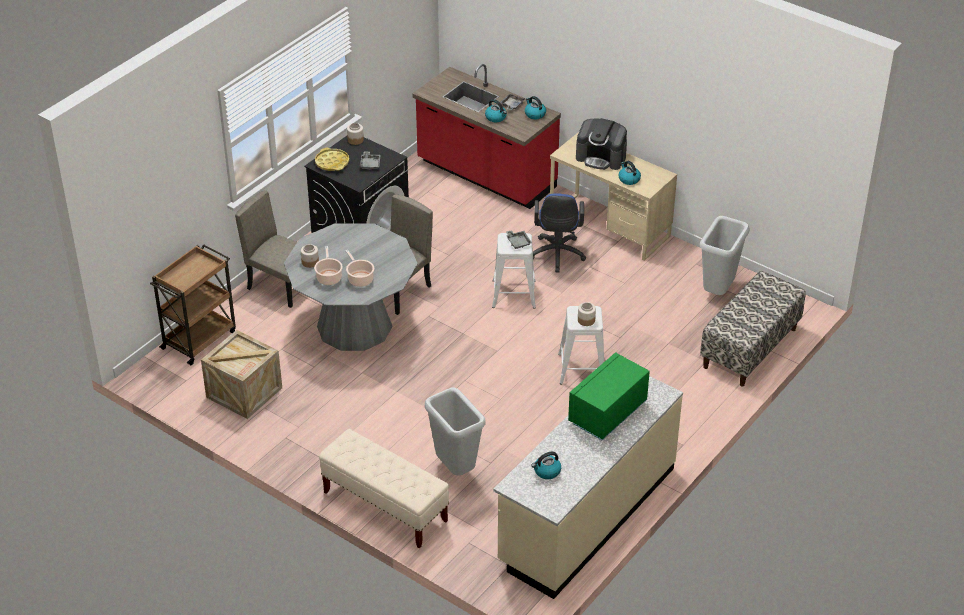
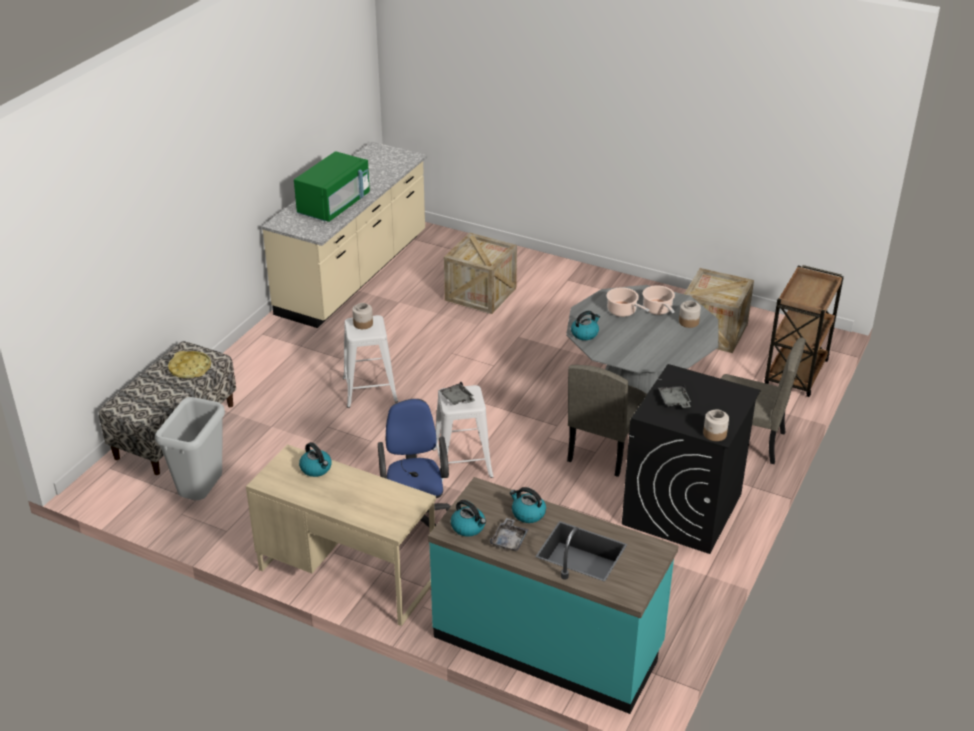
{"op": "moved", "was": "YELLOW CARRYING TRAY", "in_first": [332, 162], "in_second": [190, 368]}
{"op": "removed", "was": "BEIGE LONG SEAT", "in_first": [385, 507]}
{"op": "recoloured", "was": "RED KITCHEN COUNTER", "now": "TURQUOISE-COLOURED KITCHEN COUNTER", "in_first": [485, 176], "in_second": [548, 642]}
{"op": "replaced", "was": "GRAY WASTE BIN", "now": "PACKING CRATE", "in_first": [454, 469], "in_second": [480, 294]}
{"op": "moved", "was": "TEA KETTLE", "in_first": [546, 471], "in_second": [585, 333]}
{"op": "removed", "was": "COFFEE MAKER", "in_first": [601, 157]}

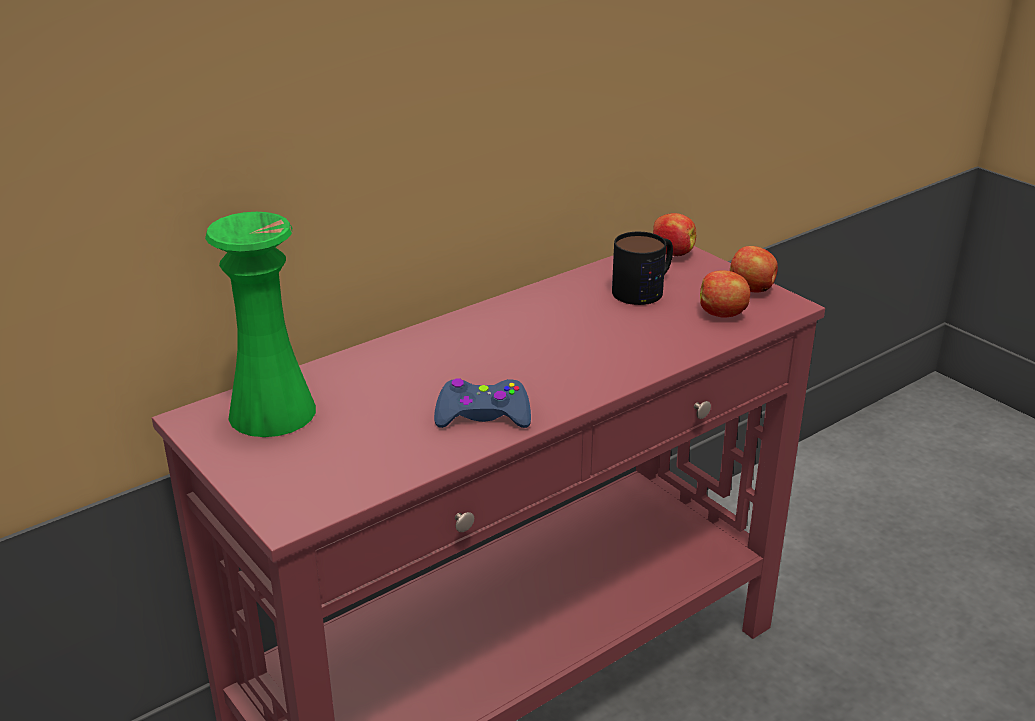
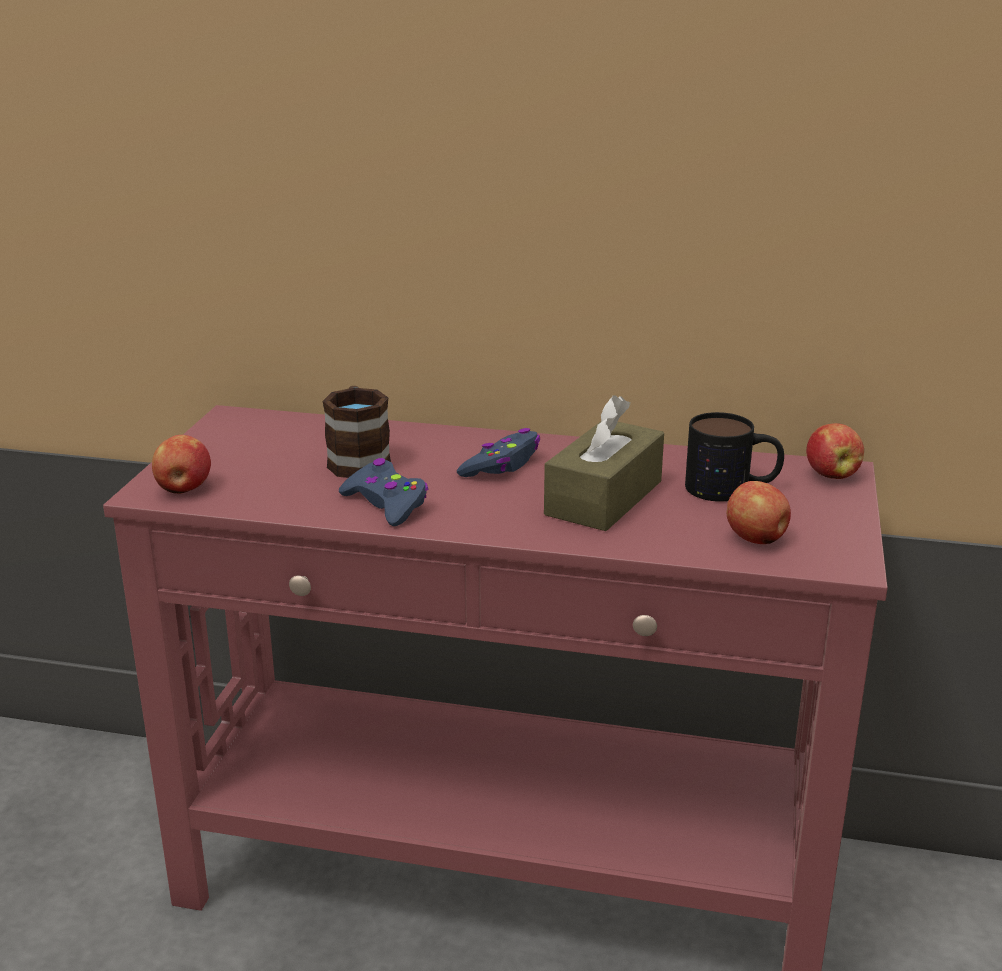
{"op": "removed", "was": "GREEN VASE", "in_first": [272, 412]}
{"op": "moved", "was": "APPLE FRUIT", "in_first": [752, 289], "in_second": [183, 490]}
{"op": "added", "now": "BROWNISH COFFEE MUG", "in_second": [358, 459]}
{"op": "added", "now": "BLUE-COLOURED GAMEPAD", "in_second": [502, 465]}
{"op": "added", "now": "BROWNISH TISSUE HOLDER", "in_second": [604, 498]}

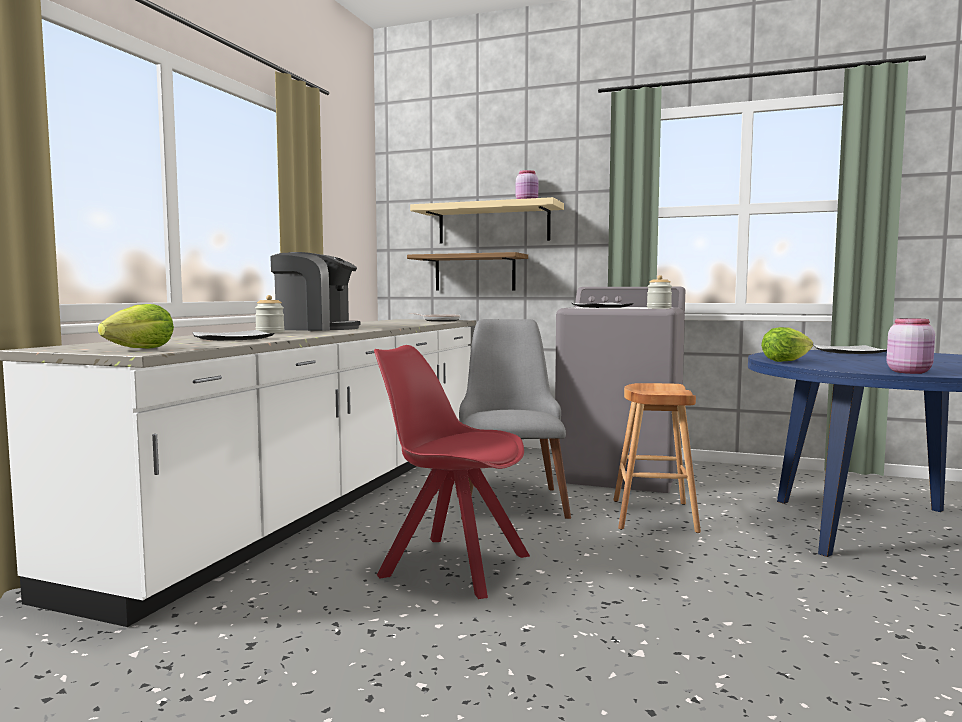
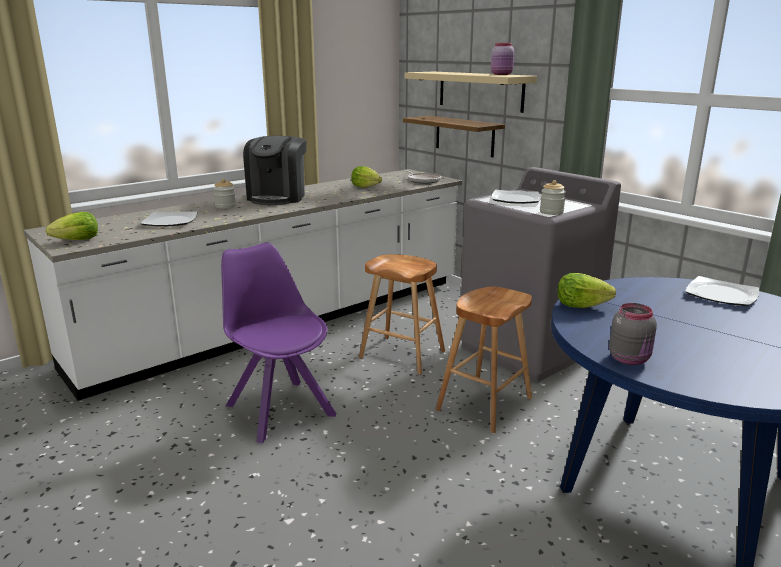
{"op": "turned", "was": "COFFEE MAKER", "in_first": [316, 328], "in_second": [278, 197], "clockwise": 60}
{"op": "recoloured", "was": "RED CHAIR", "now": "PURPLE CHAIR", "in_first": [451, 565], "in_second": [279, 408]}
{"op": "replaced", "was": "GRAY CHAIR", "now": "BROWNISH SITTING STOOL", "in_first": [510, 498], "in_second": [402, 355]}
{"op": "recoloured", "was": "PINK PRESERVE JAR", "now": "GRAY PRESERVE JAR", "in_first": [909, 372], "in_second": [630, 359]}
{"op": "added", "now": "LETTUCE HEAD", "in_second": [365, 187]}

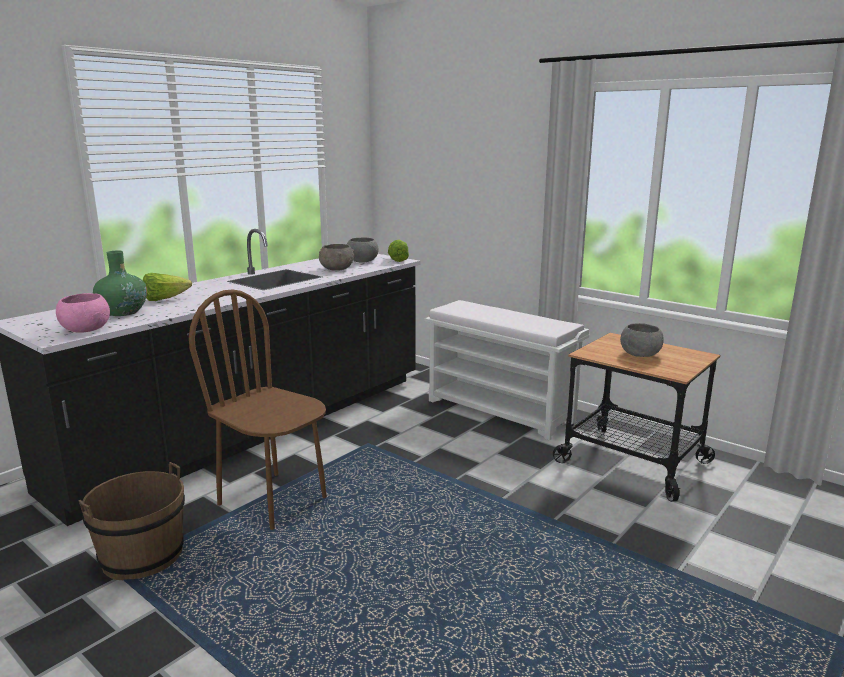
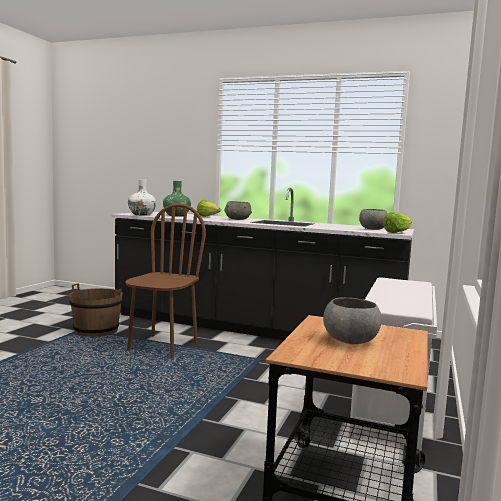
{"op": "replaced", "was": "PINK DEEP DISH", "now": "WHITE VASE", "in_first": [86, 330], "in_second": [142, 214]}
{"op": "moved", "was": "GRAY DEEP DISH", "in_first": [336, 269], "in_second": [237, 219]}

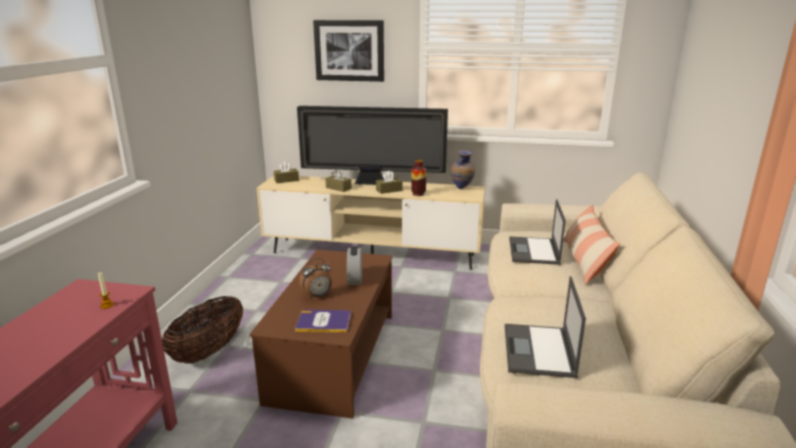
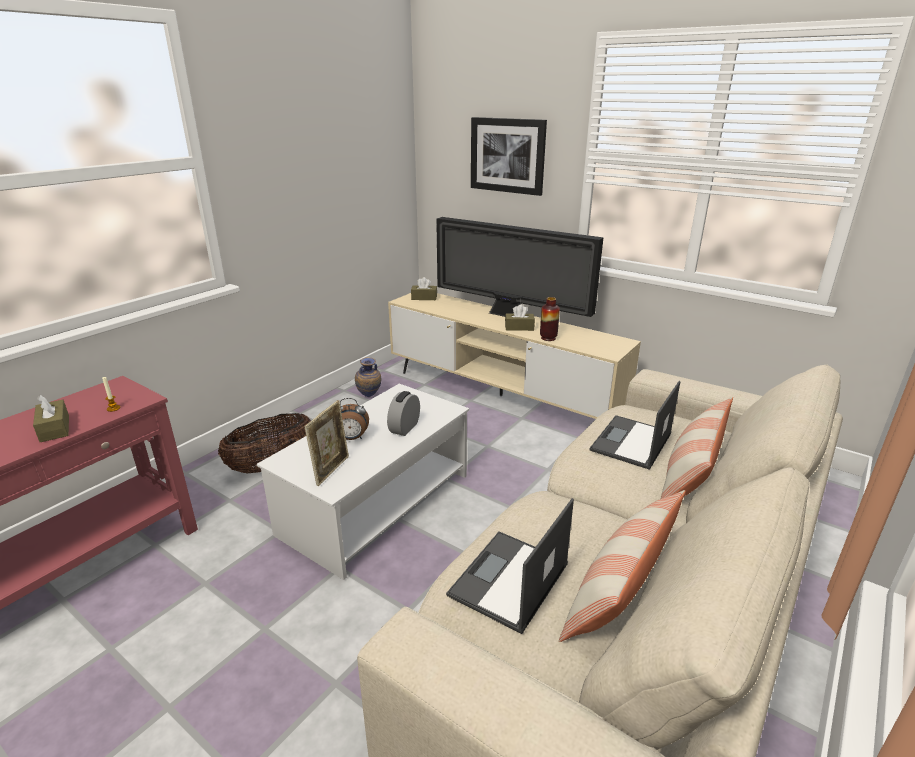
{"op": "recoloured", "was": "BROWNISH LOUNGE TABLE", "now": "WHITE LOUNGE TABLE", "in_first": [333, 356], "in_second": [375, 504]}
{"op": "replaced", "was": "BOOK", "now": "STANDING FRAME", "in_first": [323, 322], "in_second": [331, 470]}
{"op": "moved", "was": "BROWNISH TISSUE HOLDER", "in_first": [338, 188], "in_second": [54, 428]}
{"op": "moved", "was": "VASE", "in_first": [462, 189], "in_second": [369, 397]}
{"op": "added", "now": "THROW PILLOW", "in_second": [619, 589]}

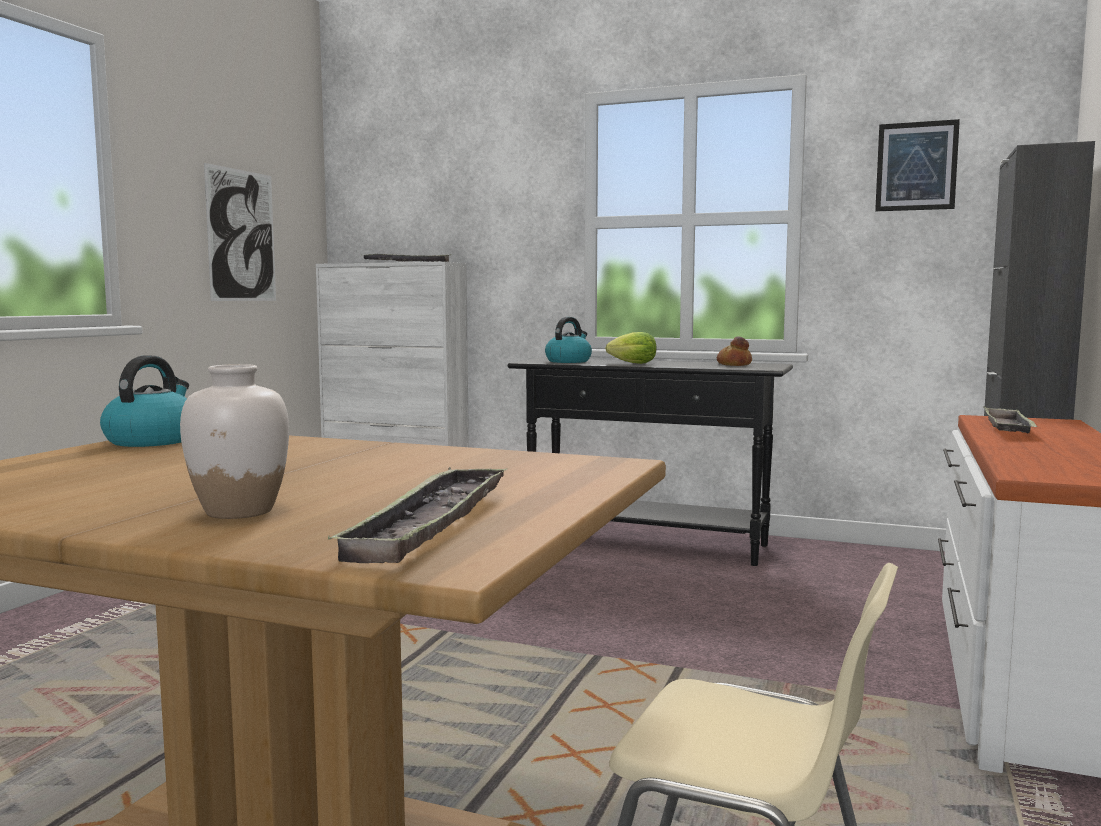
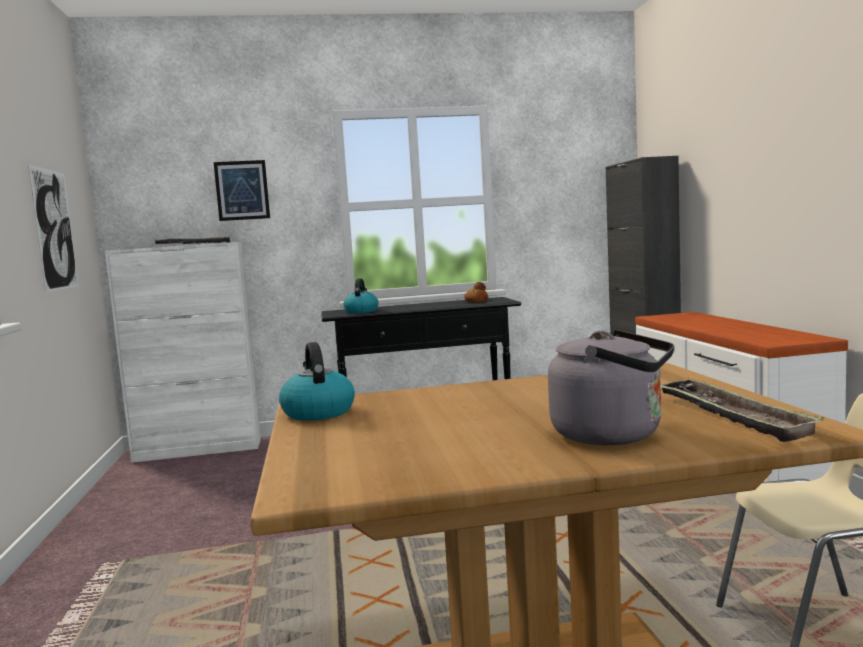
{"op": "replaced", "was": "WHITE VASE", "now": "GRAY TEA KETTLE", "in_first": [239, 511], "in_second": [613, 435]}
{"op": "removed", "was": "LETTUCE HEAD", "in_first": [630, 363]}
{"op": "moved", "was": "WALL ART", "in_first": [916, 166], "in_second": [242, 190]}
{"op": "removed", "was": "CARRYING TRAY", "in_first": [1007, 428]}

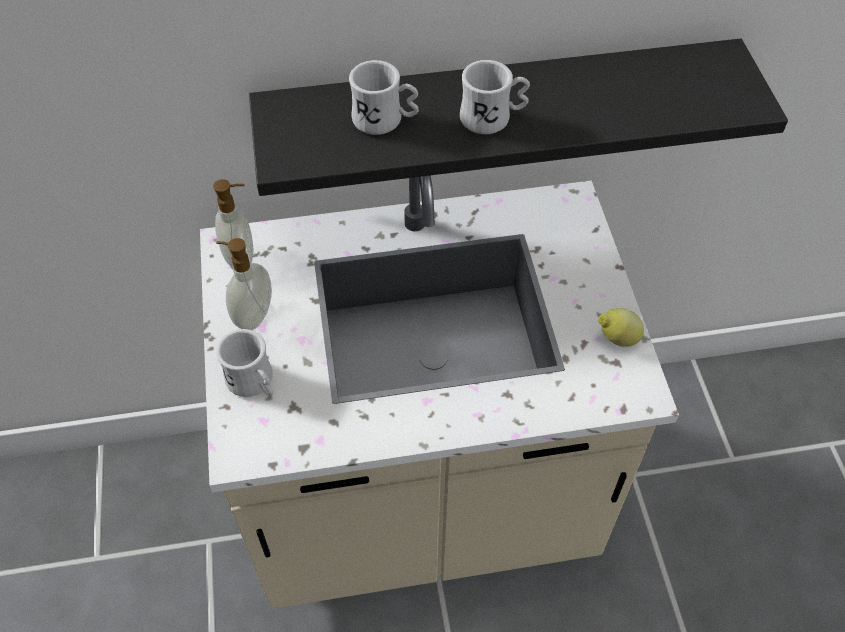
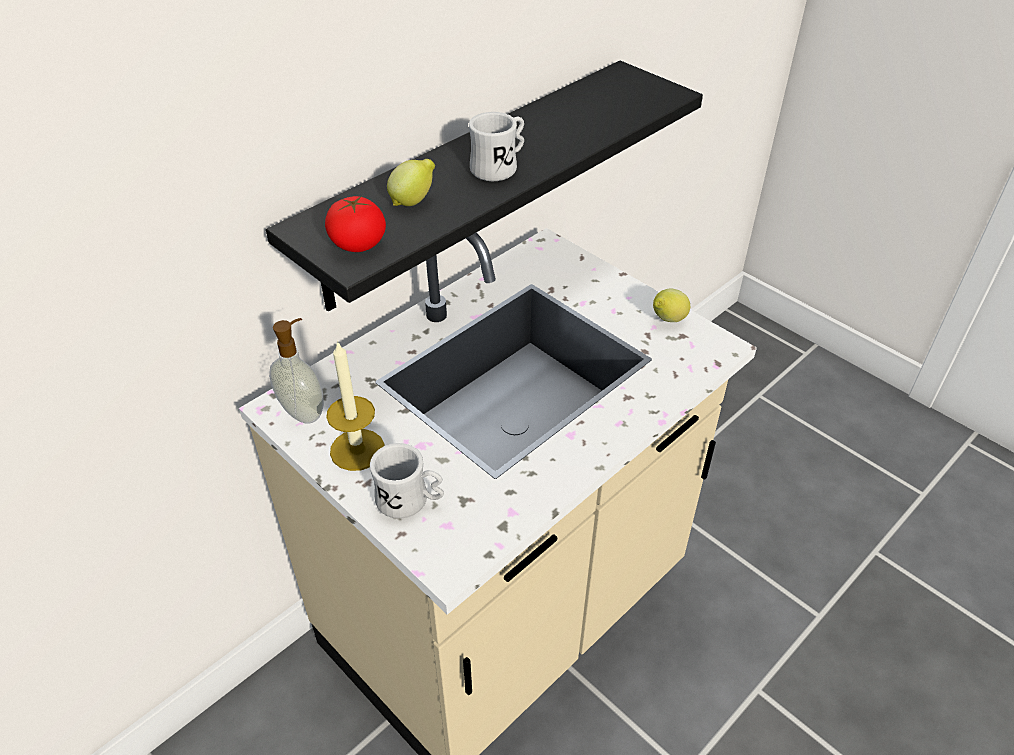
{"op": "replaced", "was": "LIQUID SOAP BOTTLE", "now": "CANDLE", "in_first": [252, 315], "in_second": [357, 449]}
{"op": "replaced", "was": "WHITE COFFEE MUG", "now": "WHOLE LEMON", "in_first": [385, 120], "in_second": [413, 201]}
{"op": "added", "now": "TOMATO", "in_second": [358, 244]}

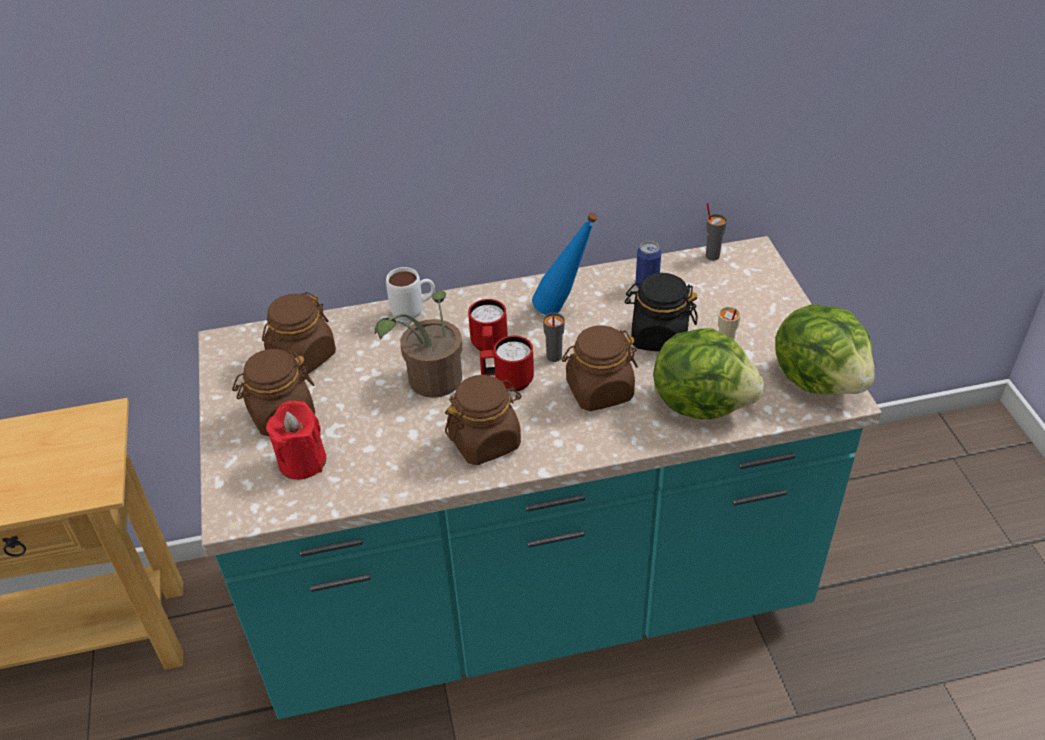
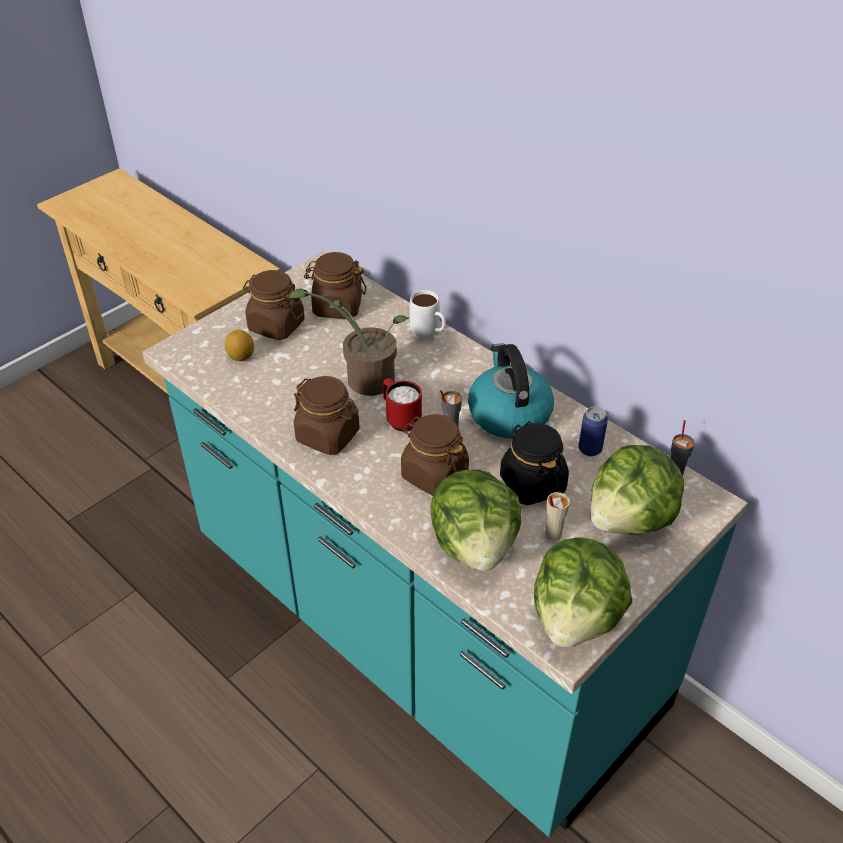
{"op": "replaced", "was": "RED CANDLE", "now": "WHOLE LEMON", "in_first": [302, 461], "in_second": [241, 357]}
{"op": "removed", "was": "RED COFFEE MUG", "in_first": [489, 348]}
{"op": "replaced", "was": "BLUE-COLOURED BOTTLE", "now": "TEA KETTLE", "in_first": [564, 311], "in_second": [508, 413]}
{"op": "added", "now": "LETTUCE HEAD", "in_second": [630, 519]}

